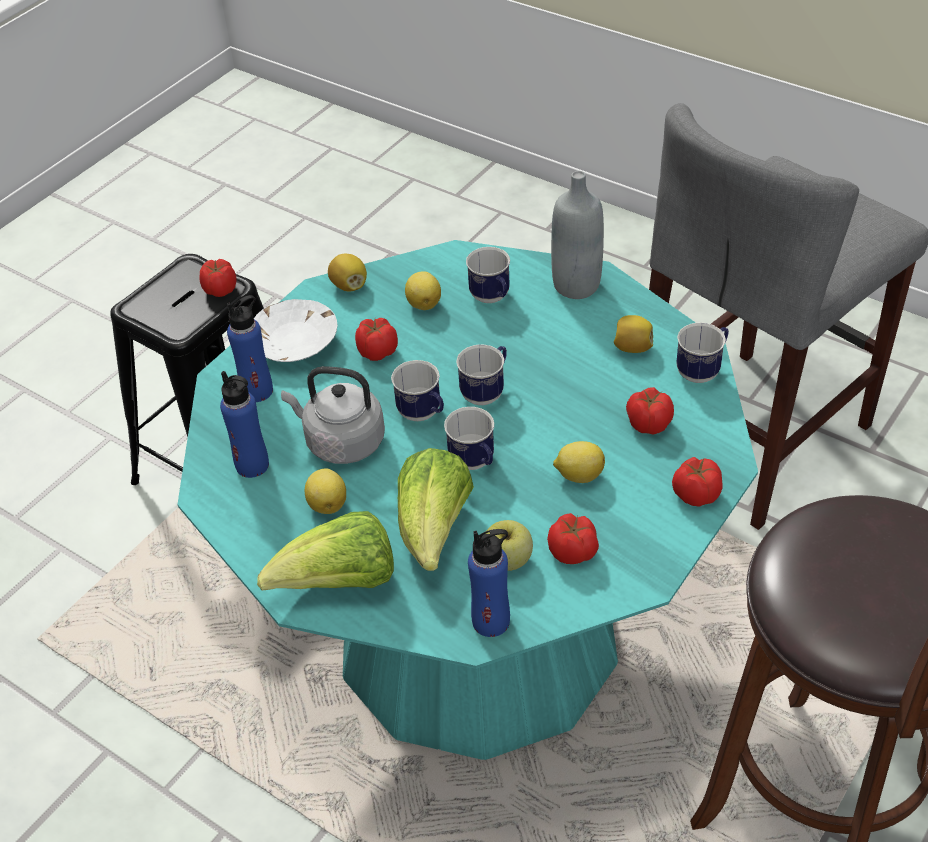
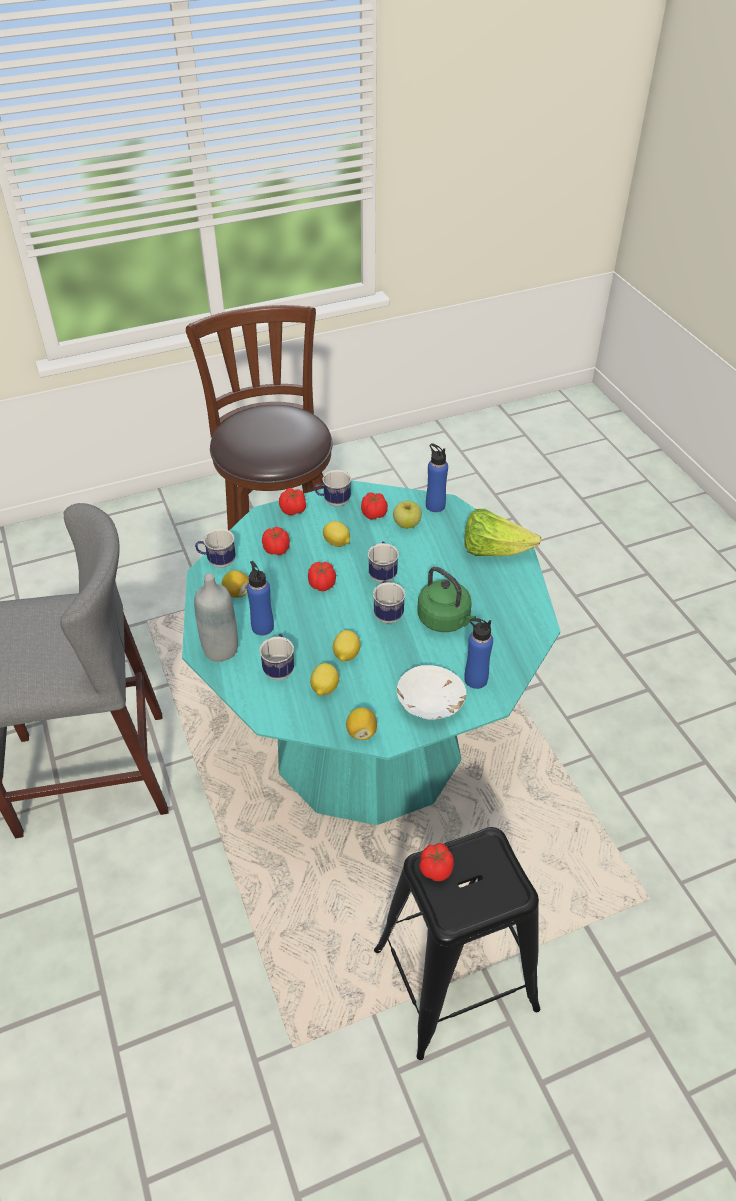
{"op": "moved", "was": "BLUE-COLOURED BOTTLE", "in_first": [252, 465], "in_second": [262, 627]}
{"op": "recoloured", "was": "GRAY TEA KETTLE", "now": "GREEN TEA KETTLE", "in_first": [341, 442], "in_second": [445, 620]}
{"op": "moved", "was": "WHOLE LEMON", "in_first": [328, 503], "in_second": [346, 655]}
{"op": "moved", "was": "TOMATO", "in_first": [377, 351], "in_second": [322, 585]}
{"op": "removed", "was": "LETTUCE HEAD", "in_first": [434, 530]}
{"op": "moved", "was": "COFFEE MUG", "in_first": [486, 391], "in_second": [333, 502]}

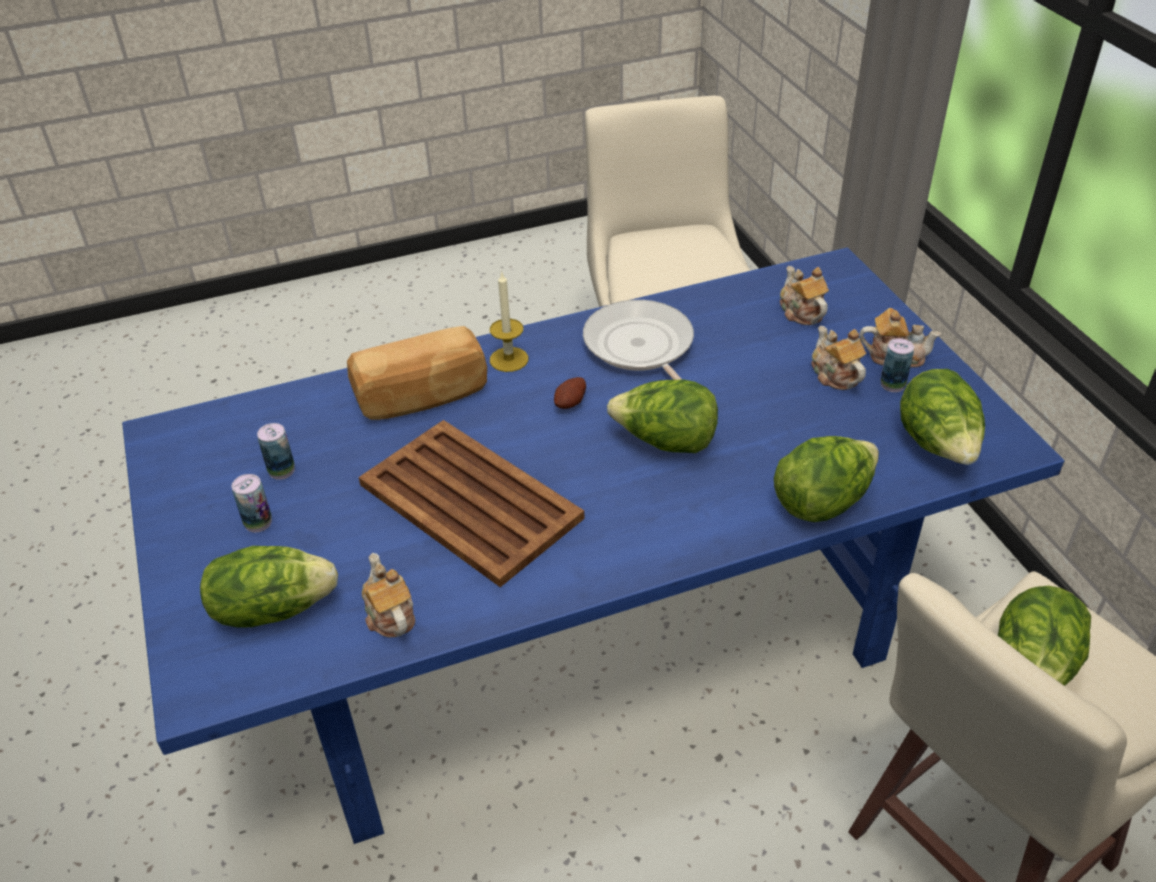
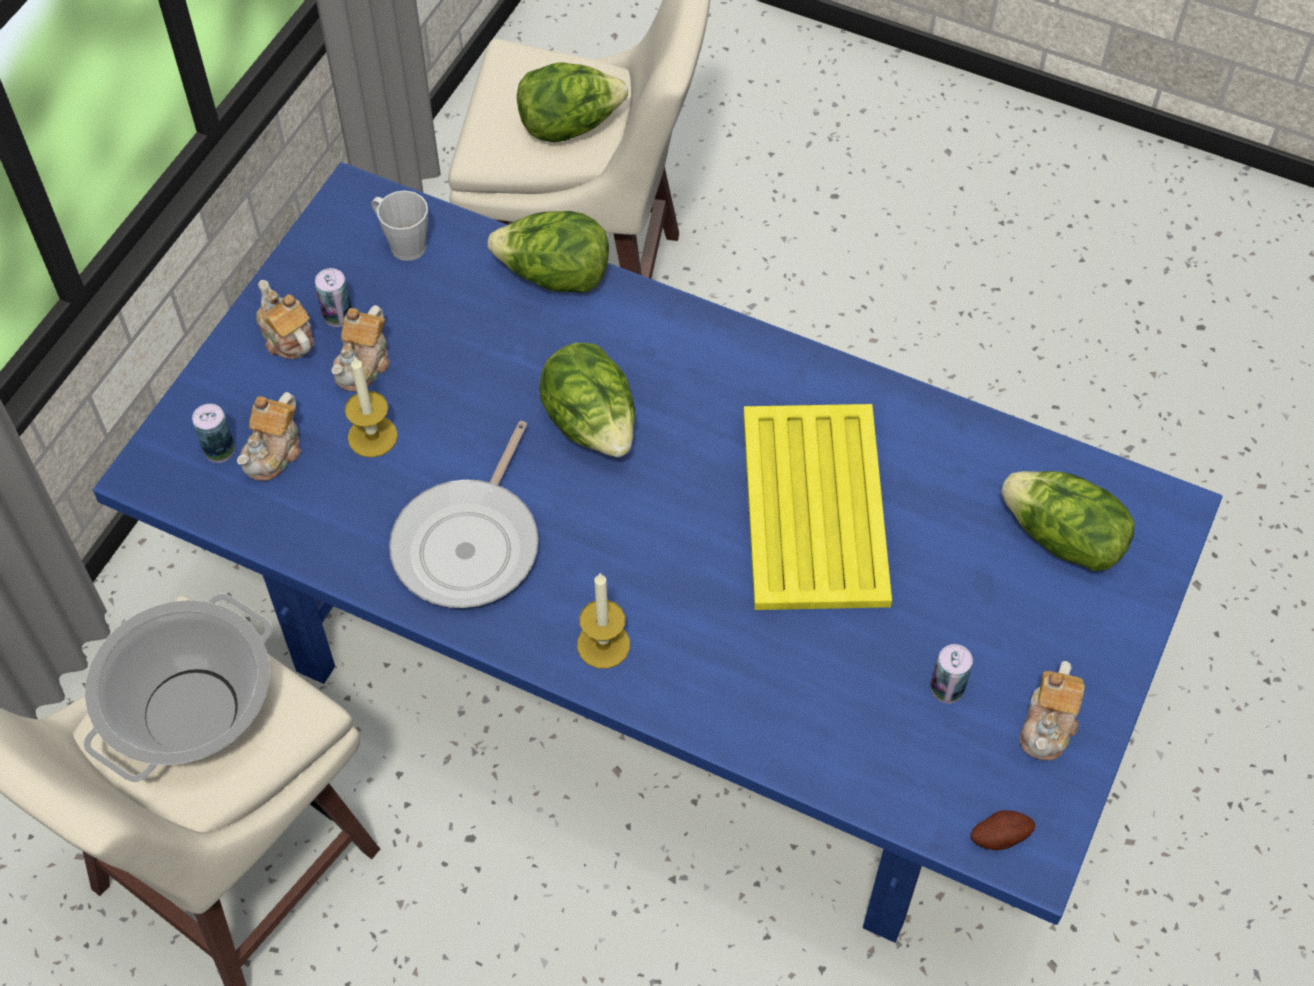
{"op": "moved", "was": "CAN", "in_first": [258, 522], "in_second": [219, 450]}
{"op": "removed", "was": "BREAD", "in_first": [422, 396]}
{"op": "recoloured", "was": "BROWNISH CARRYING TRAY", "now": "YELLOW CARRYING TRAY", "in_first": [471, 503], "in_second": [815, 505]}
{"op": "moved", "was": "POT FOR TEA", "in_first": [389, 614], "in_second": [1049, 725]}
{"op": "moved", "was": "WHOLE POTATO", "in_first": [571, 403], "in_second": [999, 836]}
{"op": "replaced", "was": "LETTUCE HEAD", "now": "GRAY COFFEE MUG", "in_first": [937, 446], "in_second": [402, 243]}
{"op": "added", "now": "SAUCEPOT", "in_second": [192, 711]}
{"op": "added", "now": "CANDLE", "in_second": [372, 436]}

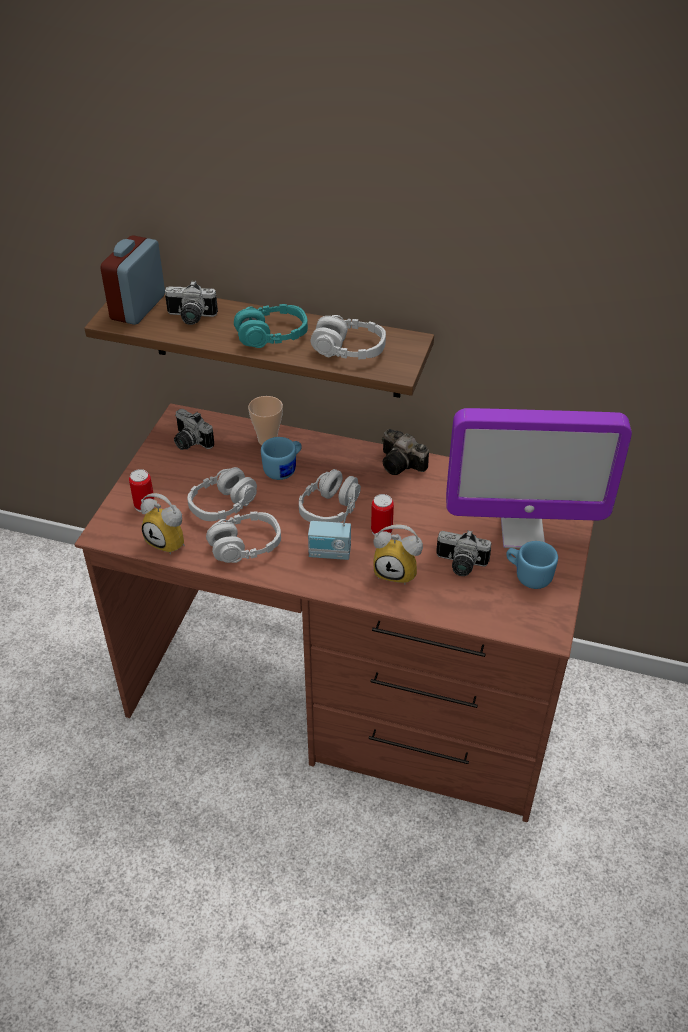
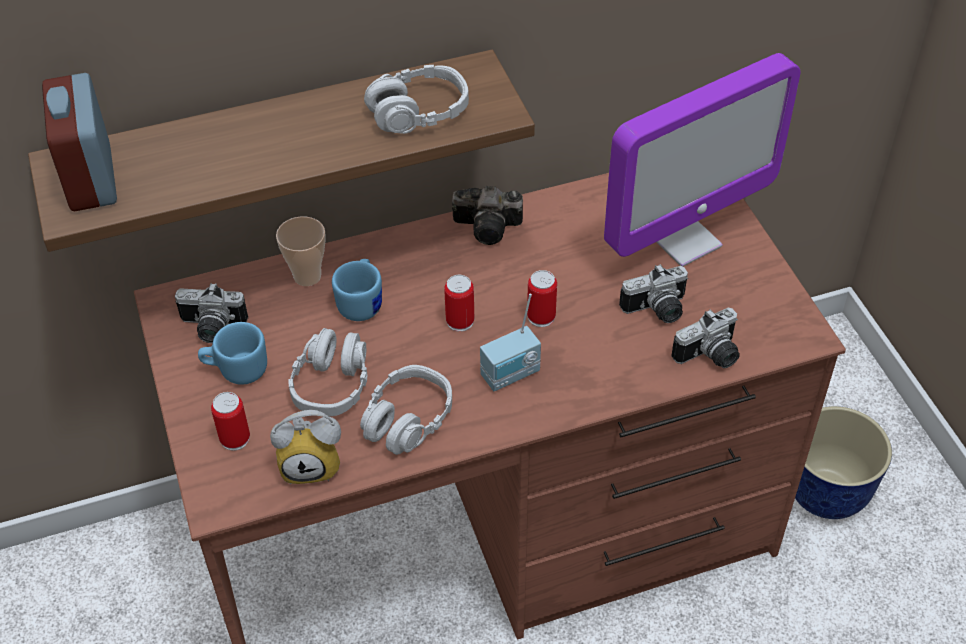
{"op": "moved", "was": "PHOTO CAMERA", "in_first": [190, 318], "in_second": [710, 356]}
{"op": "removed", "was": "TURQUOISE-COLOURED HEADPHONES", "in_first": [272, 336]}
{"op": "replaced", "was": "GRAY HEADPHONES", "now": "CAN", "in_first": [330, 508], "in_second": [460, 321]}
{"op": "removed", "was": "BEDSIDE CLOCK", "in_first": [398, 571]}
{"op": "moved", "was": "BLUE-COLOURED COFFEE MUG", "in_first": [528, 575], "in_second": [236, 369]}
{"op": "added", "now": "PLANTER", "in_second": [826, 494]}

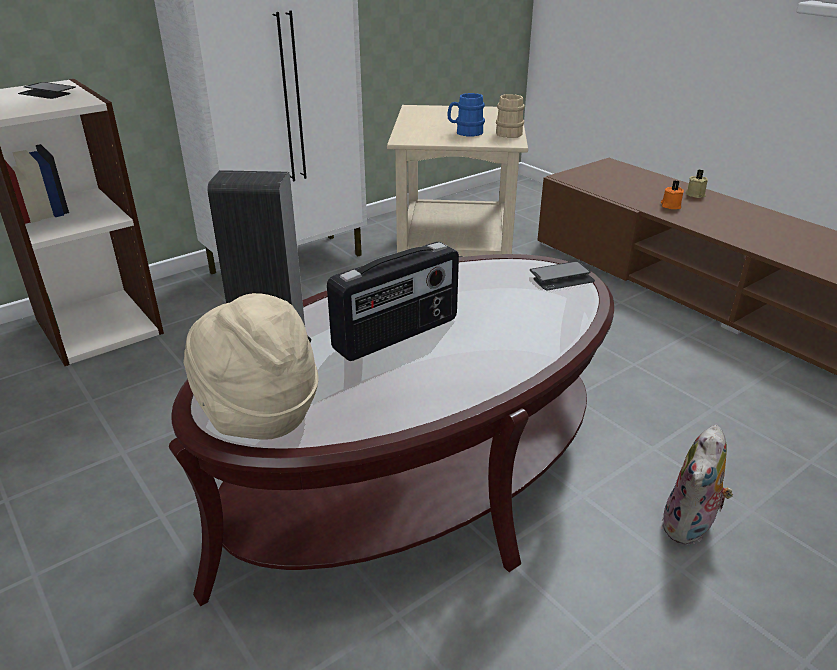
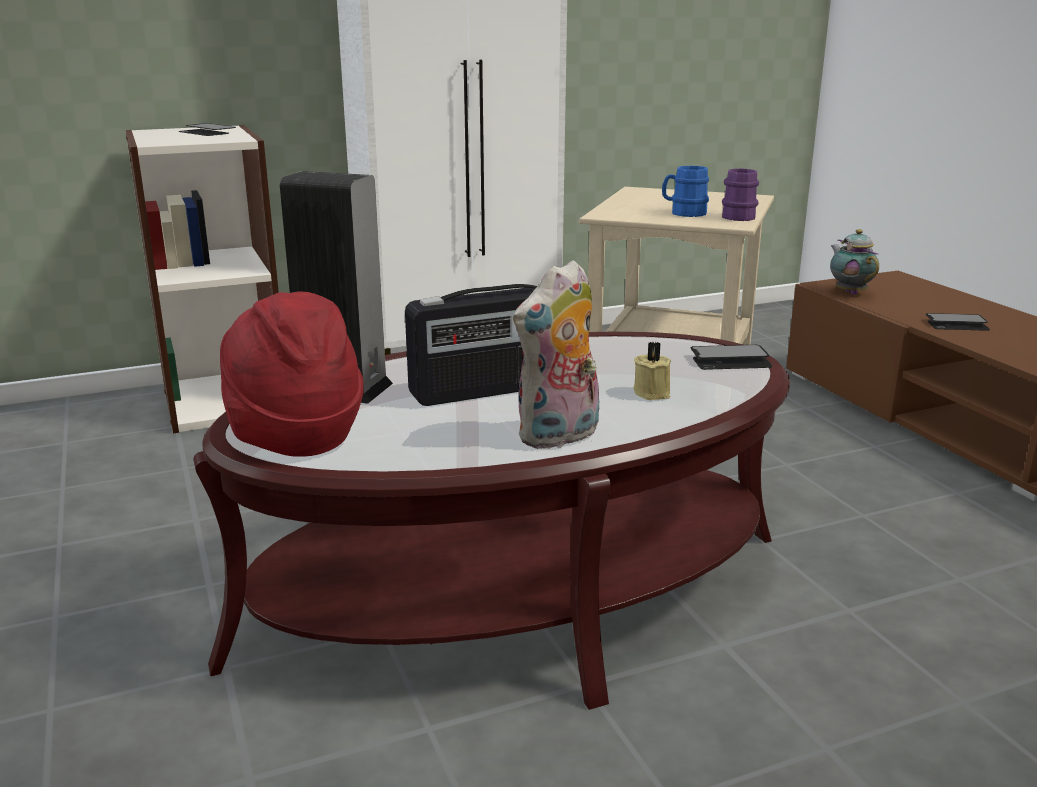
{"op": "recoloured", "was": "BEIGE CLOTHING HAT", "now": "RED CLOTHING HAT", "in_first": [257, 412], "in_second": [294, 435]}
{"op": "recoloured", "was": "BEIGE COFFEE MUG", "now": "PURPLE COFFEE MUG", "in_first": [508, 132], "in_second": [738, 216]}
{"op": "replaced", "was": "ORANGE CANDLE", "now": "PHONE", "in_first": [670, 206], "in_second": [956, 324]}
{"op": "moved", "was": "SOFT TOY", "in_first": [689, 528], "in_second": [559, 437]}
{"op": "moved", "was": "BEIGE CANDLE", "in_first": [695, 194], "in_second": [653, 392]}
{"op": "added", "now": "POT FOR TEA", "in_second": [849, 292]}

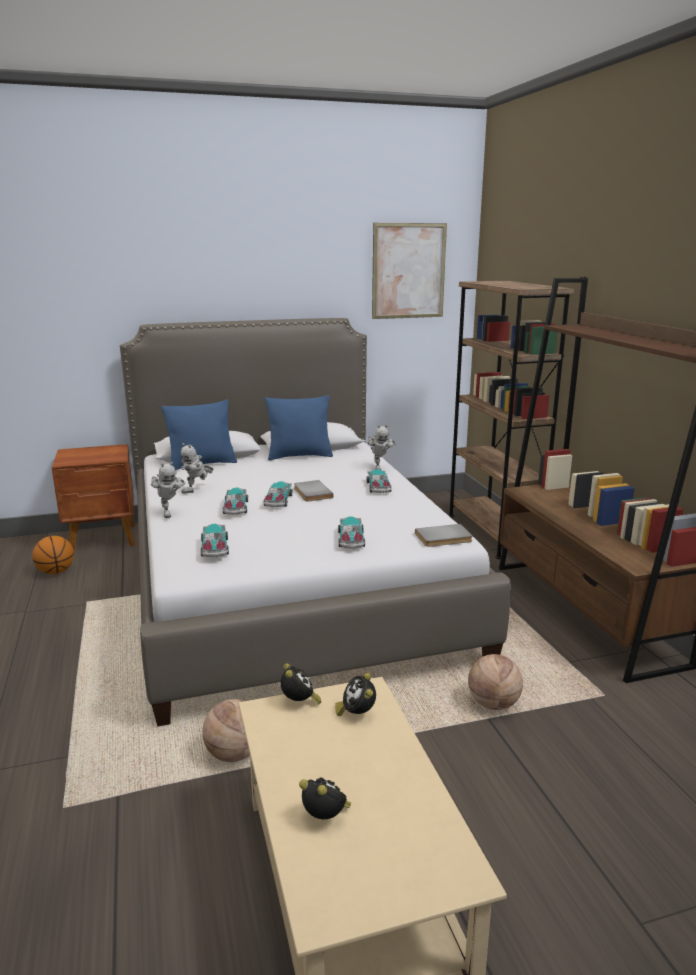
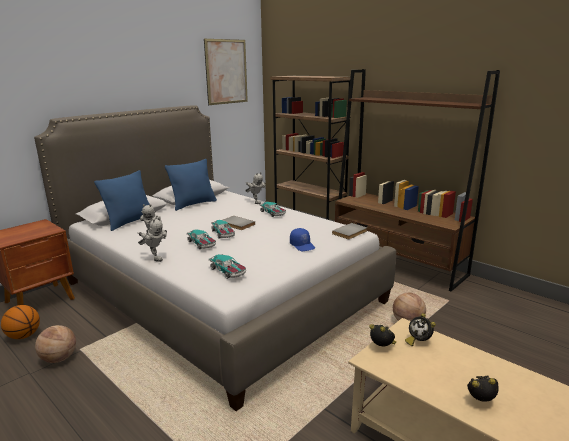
{"op": "moved", "was": "BALL FOR BASKETBALL", "in_first": [234, 754], "in_second": [59, 359]}
{"op": "replaced", "was": "MODEL CAR", "now": "BLUE-COLOURED CAP", "in_first": [351, 540], "in_second": [302, 245]}

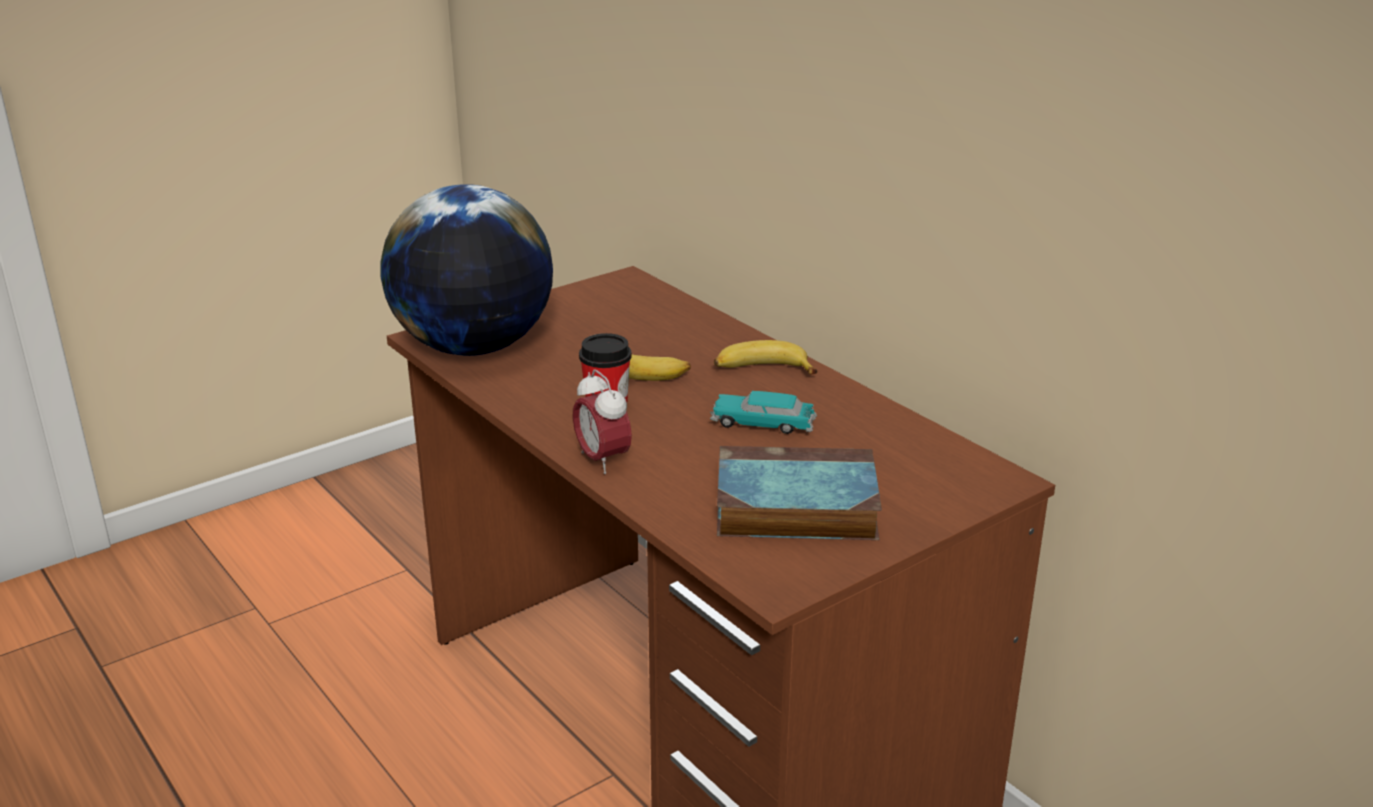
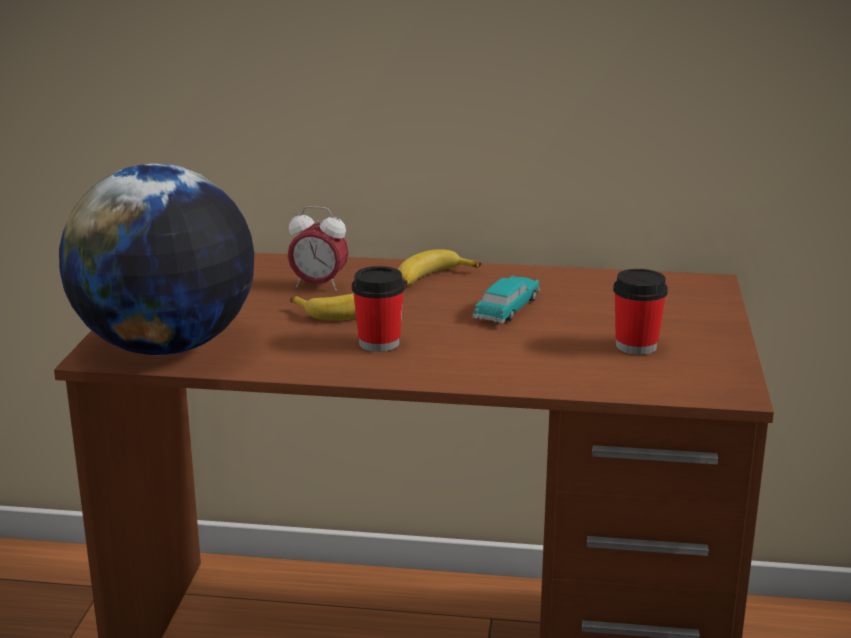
{"op": "moved", "was": "BEDSIDE CLOCK", "in_first": [602, 460], "in_second": [318, 286]}
{"op": "turned", "was": "MODEL CAR", "in_first": [762, 423], "in_second": [507, 309], "clockwise": 150}
{"op": "replaced", "was": "BOOK", "now": "DRINKING CUP", "in_first": [792, 506], "in_second": [636, 346]}

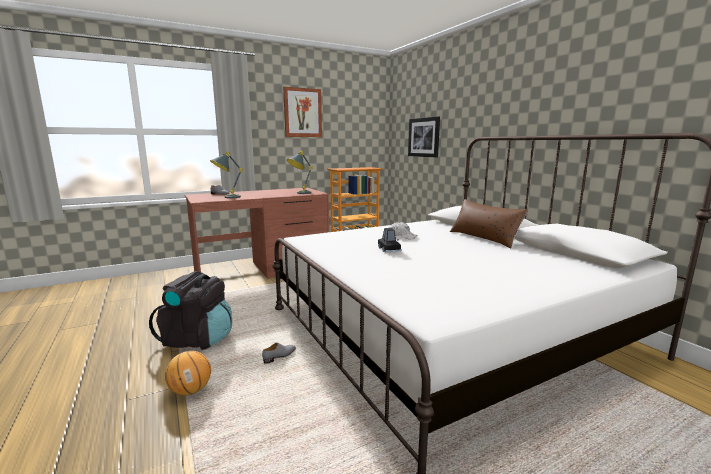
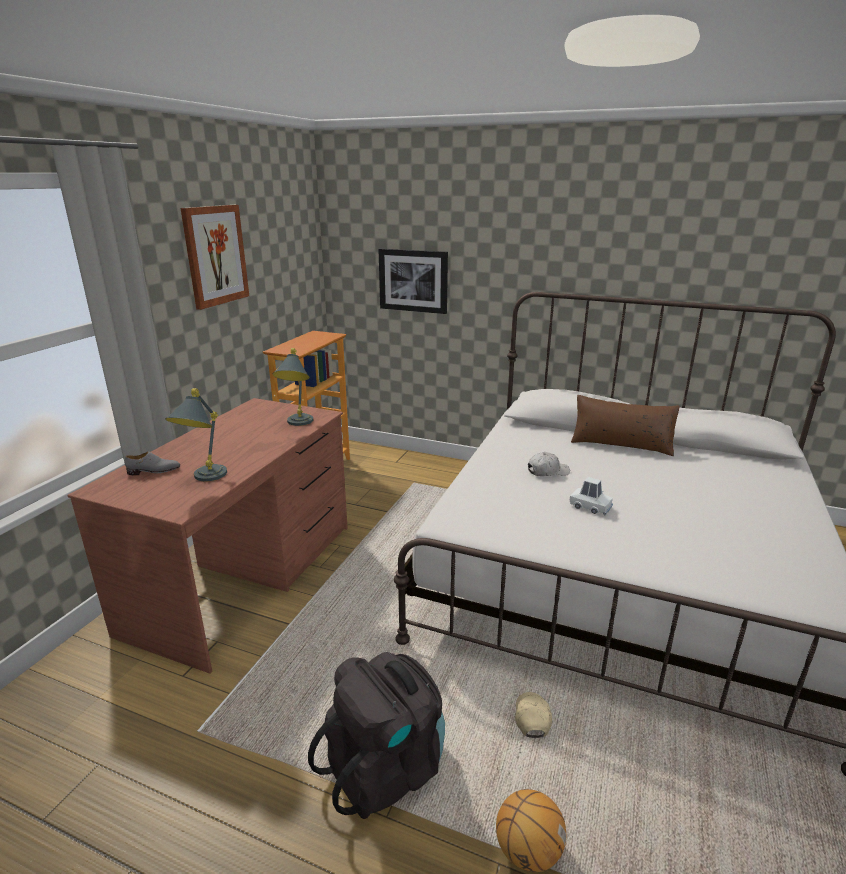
{"op": "replaced", "was": "GRAY SHOE", "now": "BEIGE CAP", "in_first": [280, 356], "in_second": [532, 717]}
{"op": "recoloured", "was": "BLACK-COLOURED MODEL CAR", "now": "WHITE MODEL CAR", "in_first": [389, 249], "in_second": [590, 506]}

